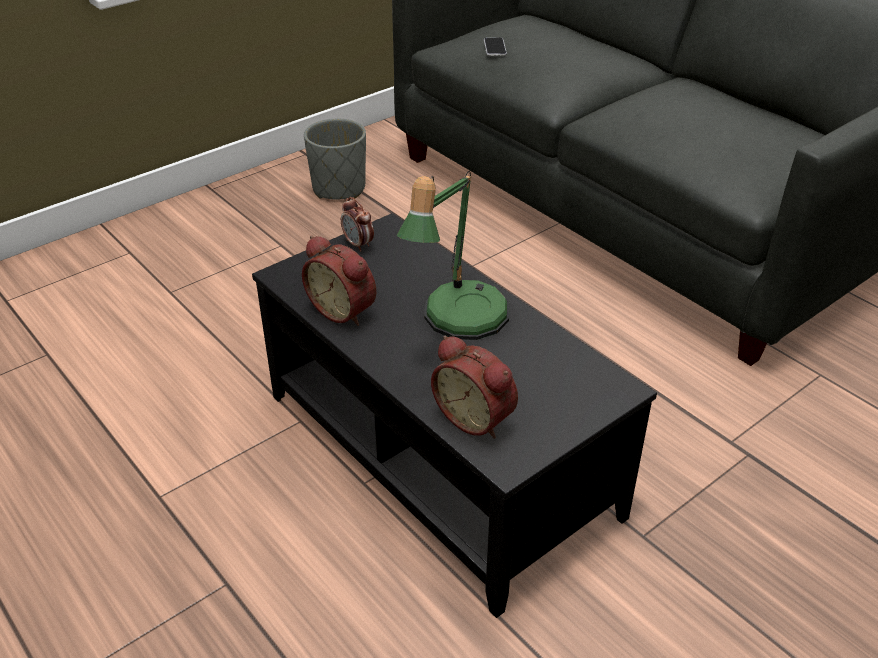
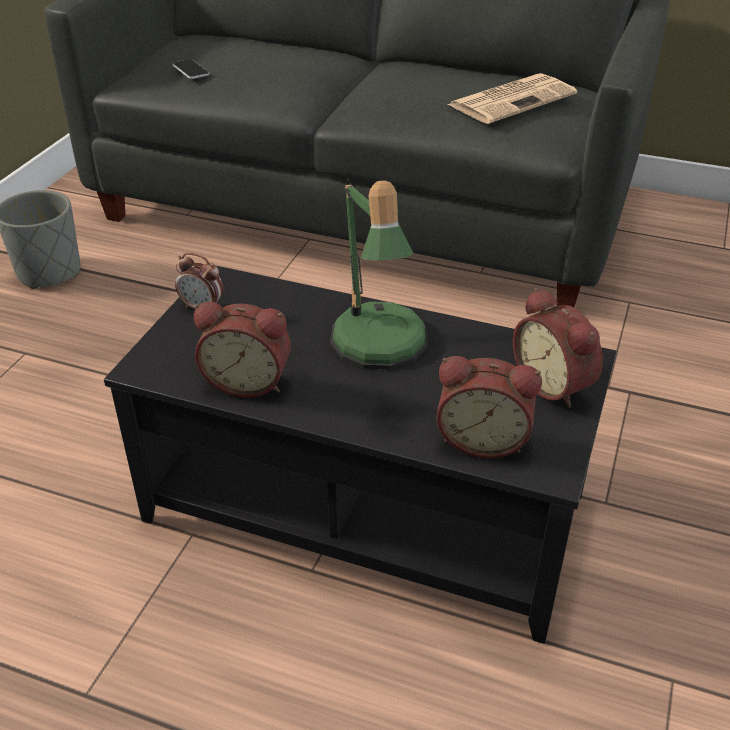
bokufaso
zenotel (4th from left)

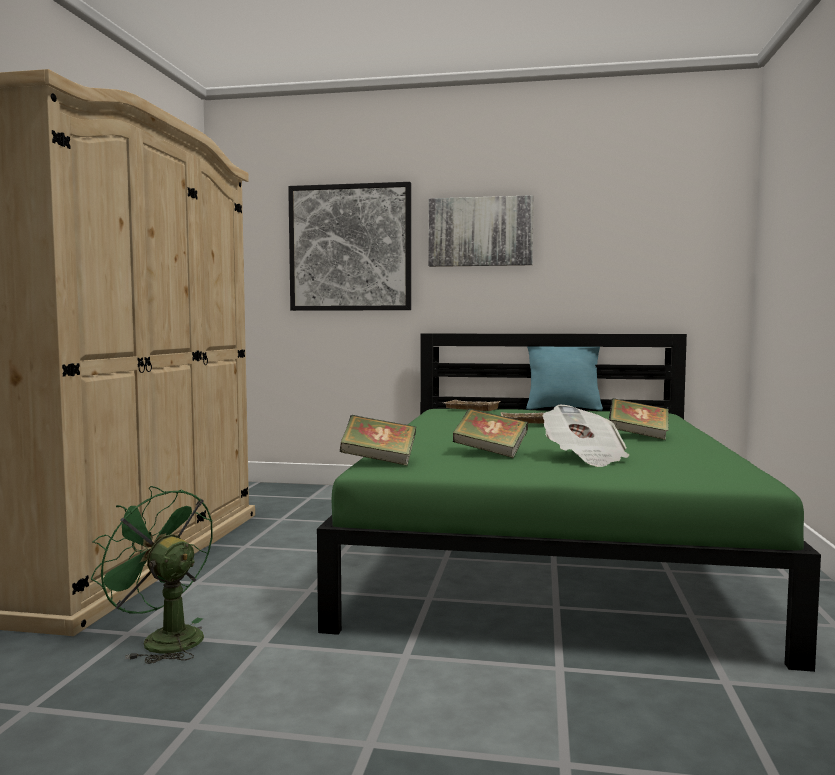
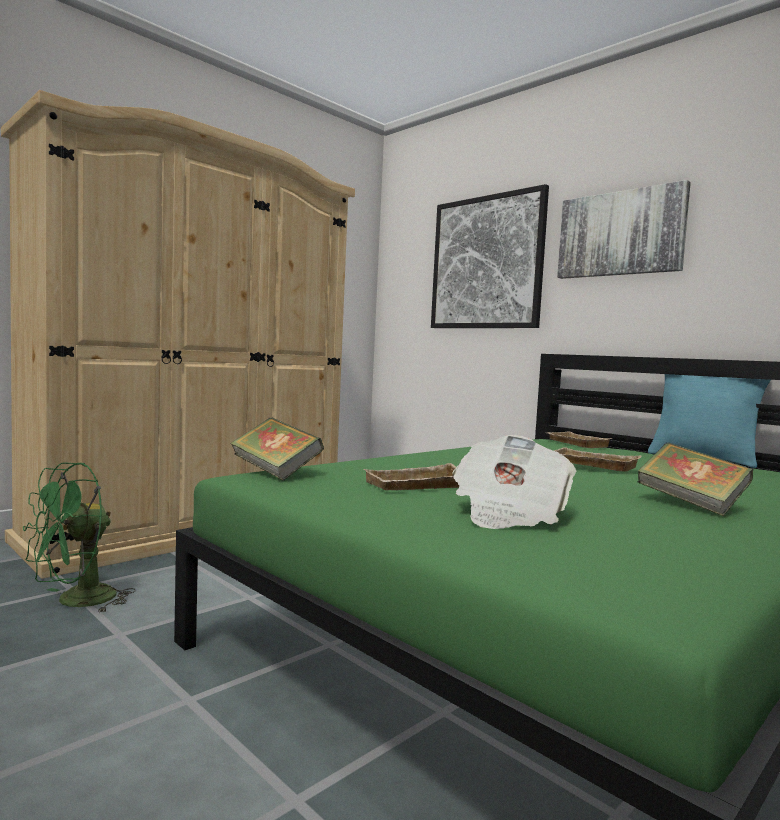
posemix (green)
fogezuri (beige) (1st from left)

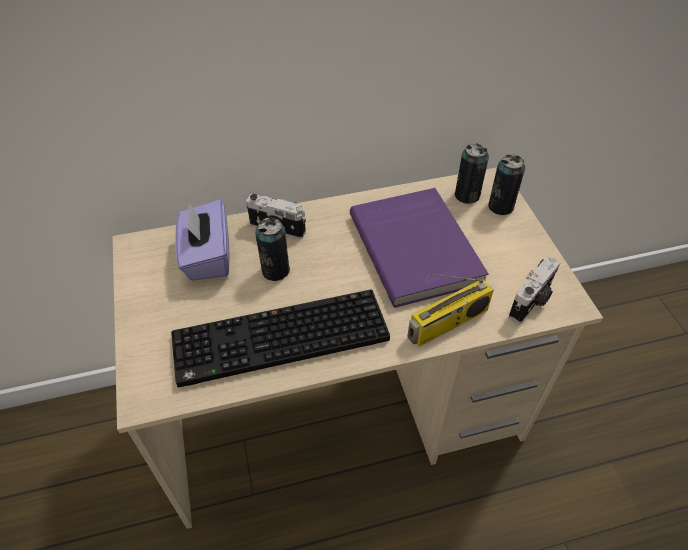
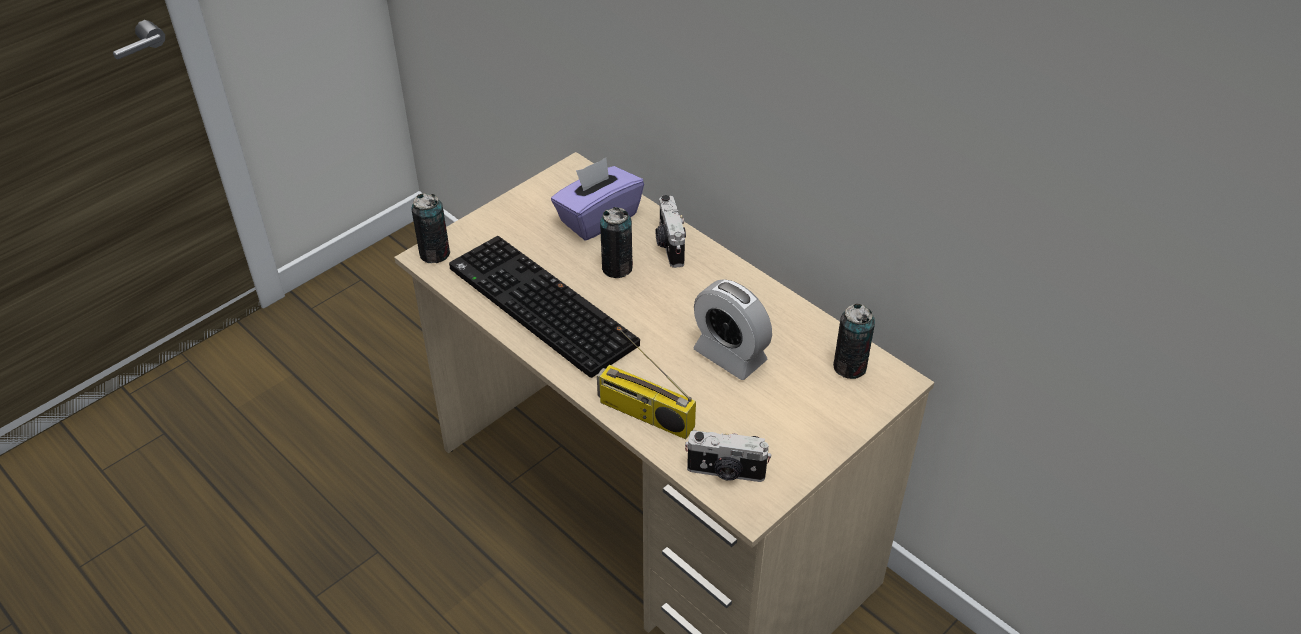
zenotel
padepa (1st from left)

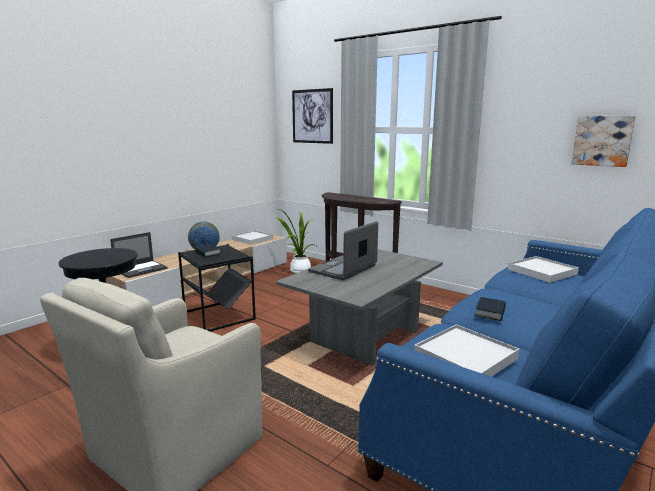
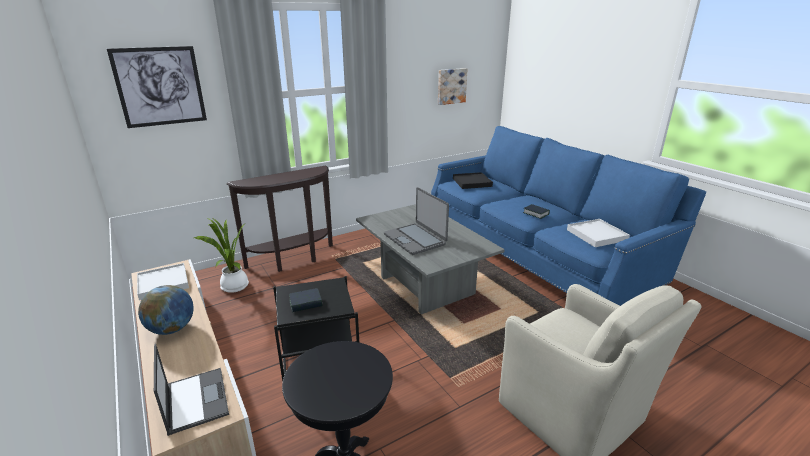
fogezuri (black)

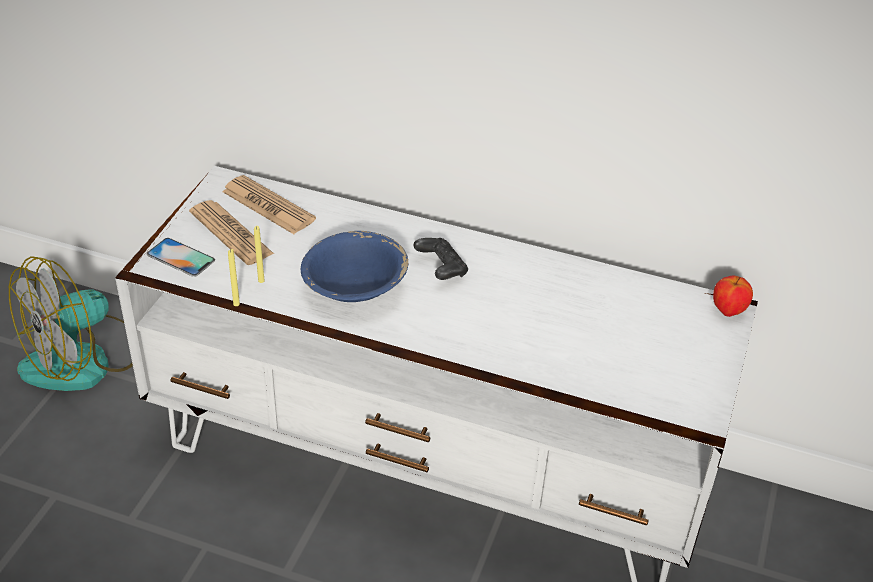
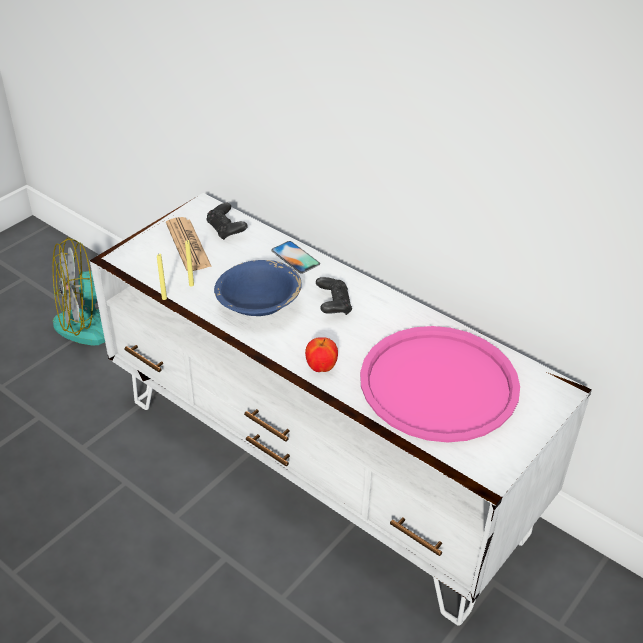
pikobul
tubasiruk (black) (1st from left)
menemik
fogezuri (pink)

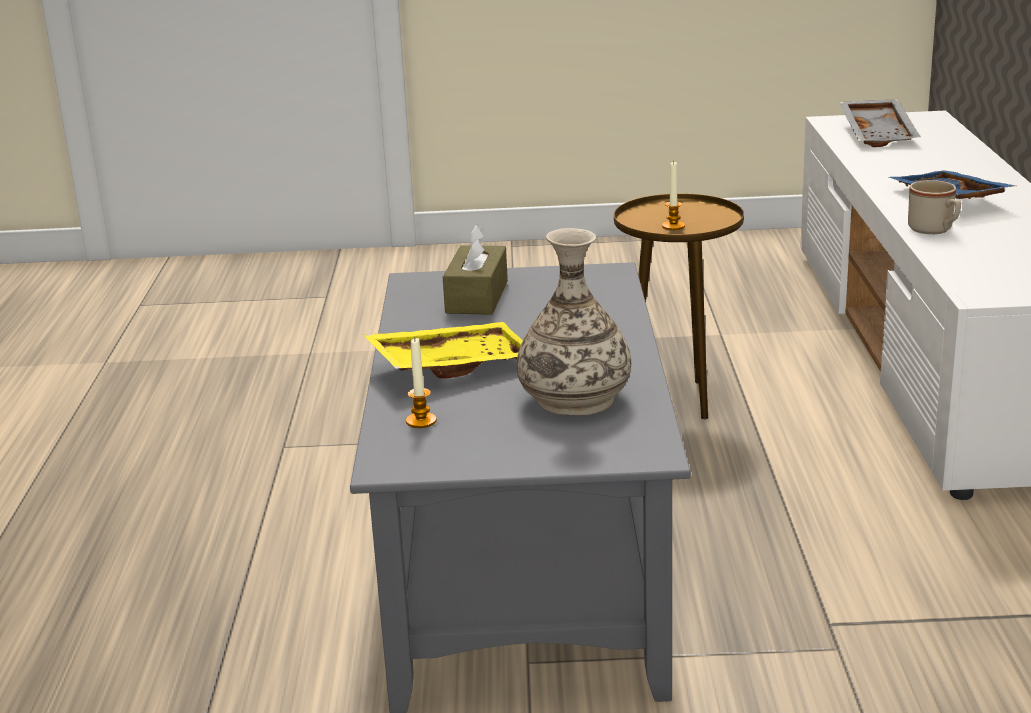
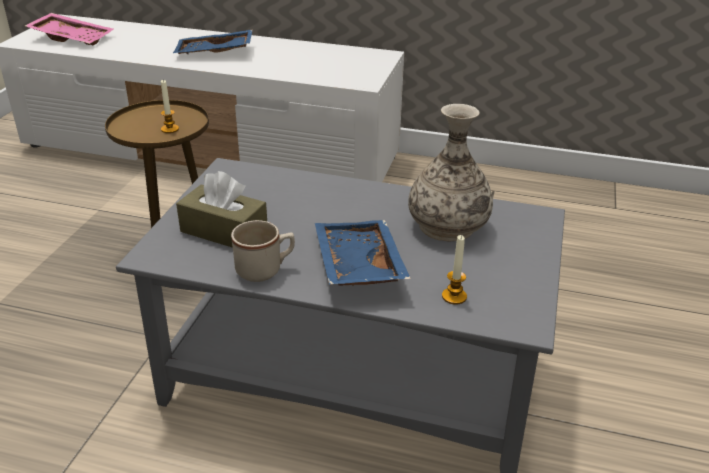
fogezuri (blue) (2nd from left)
fogezuri (pink)
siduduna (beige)

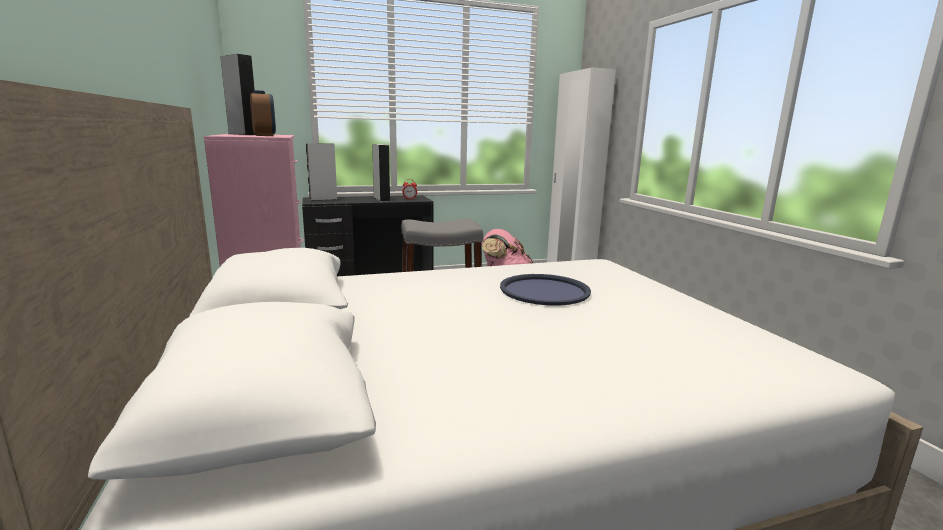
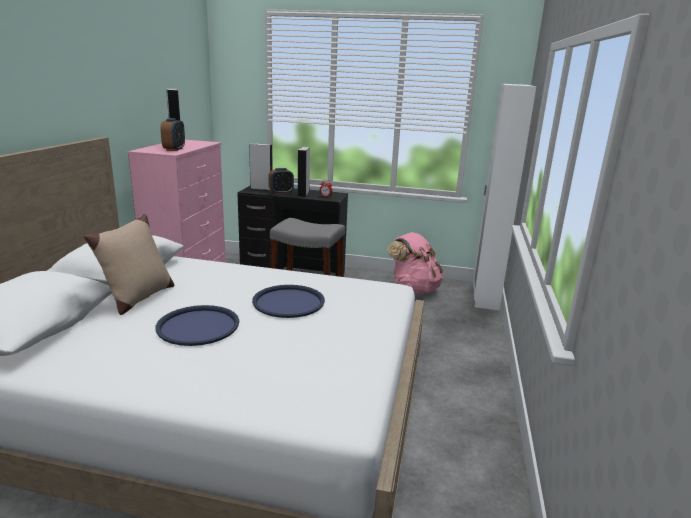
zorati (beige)
fogezuri (blue) (1st from left)
zenotel (2nd from left)

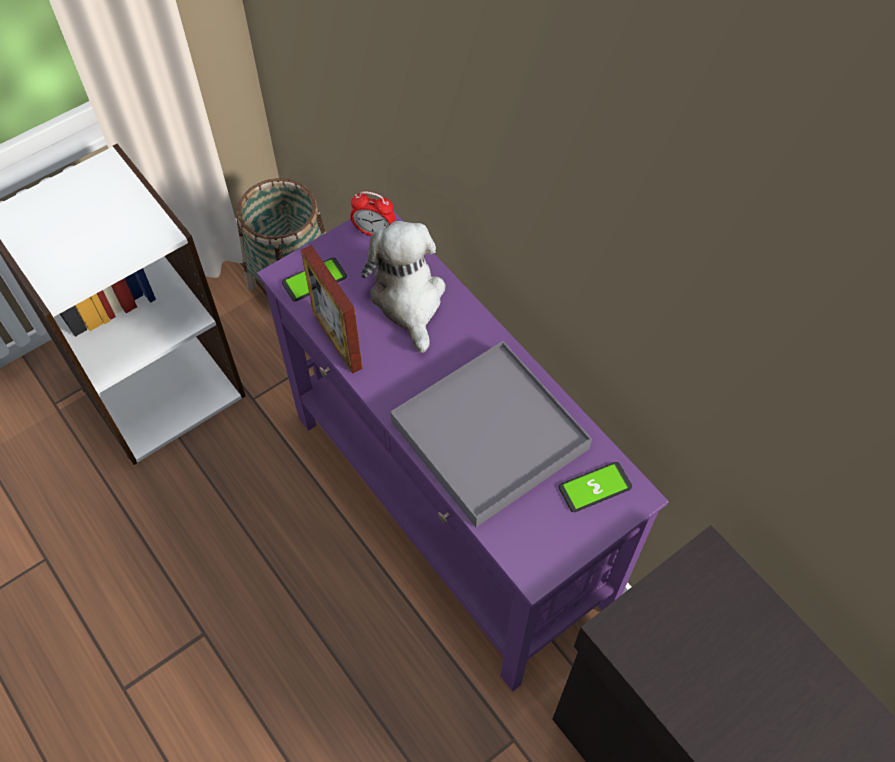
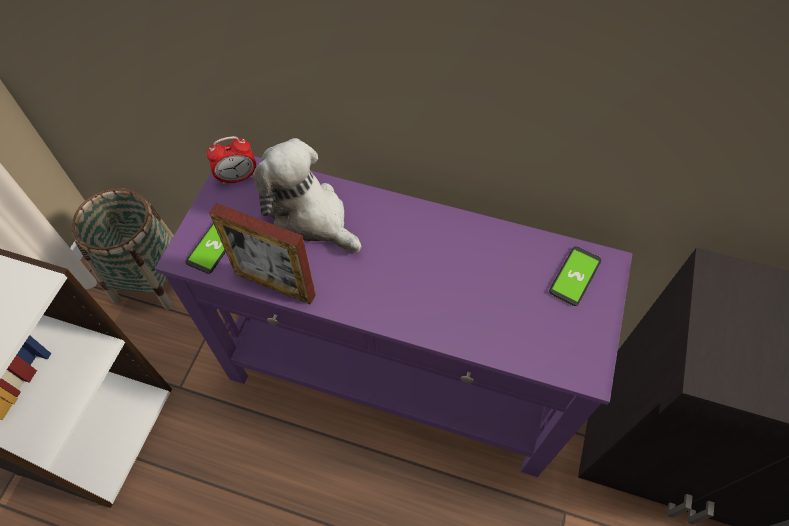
fogezuri (grey)

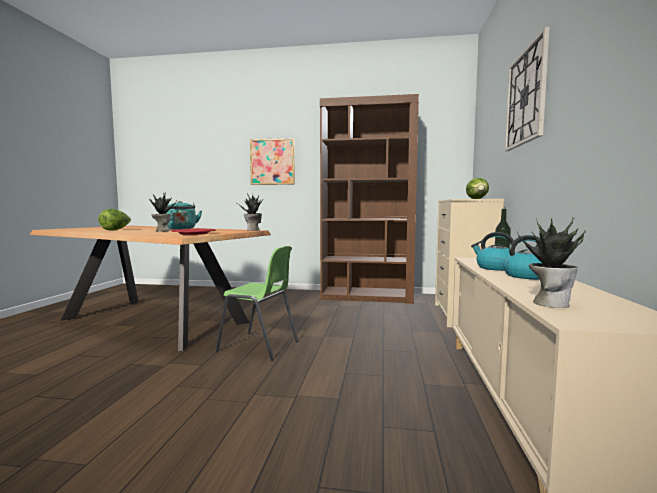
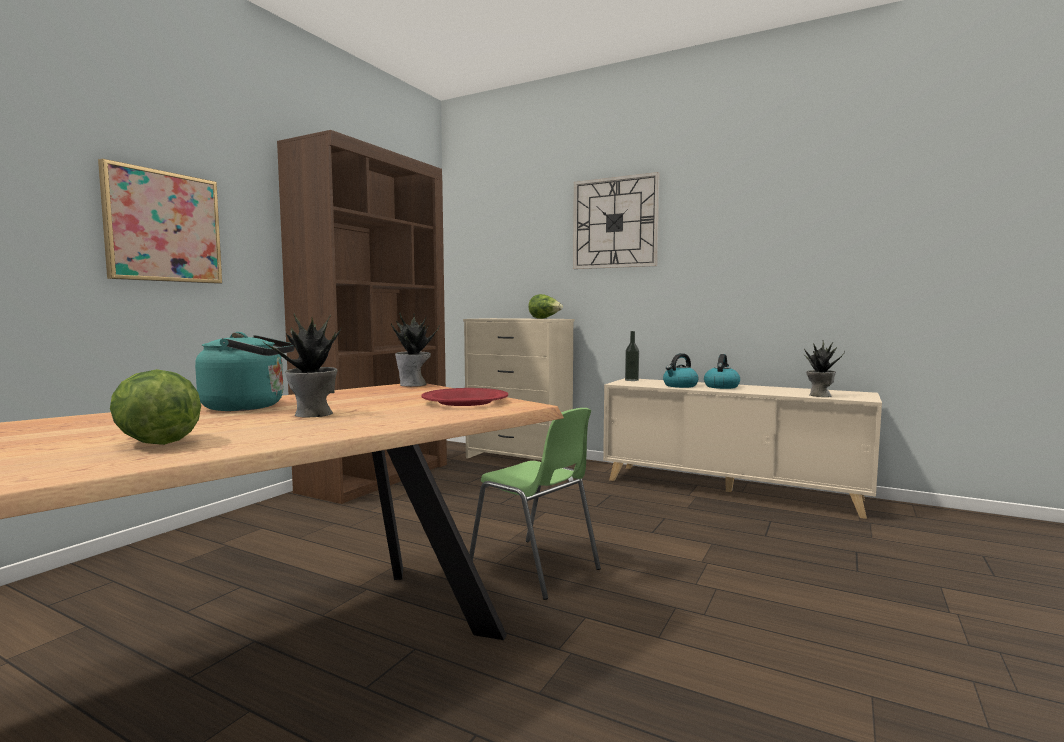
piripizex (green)

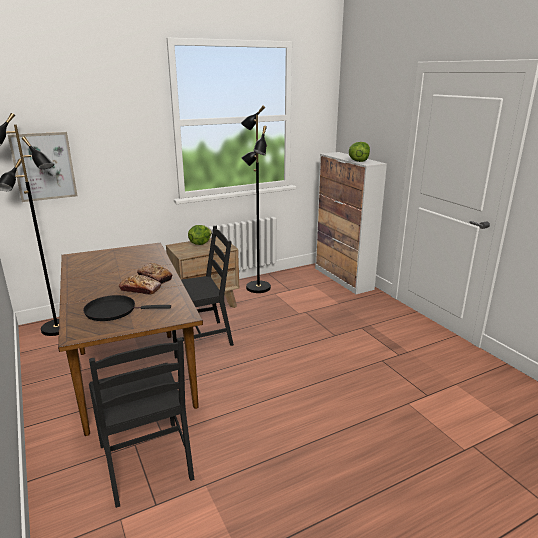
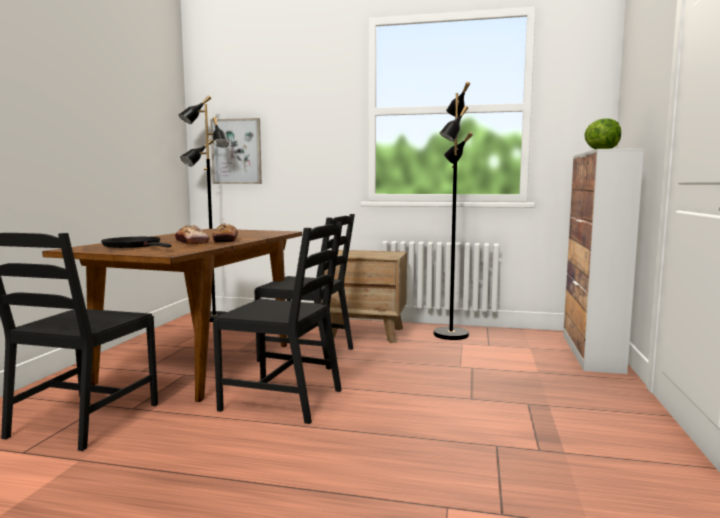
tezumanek (1st from left in the first image)
piripizex (black) (2nd from left)

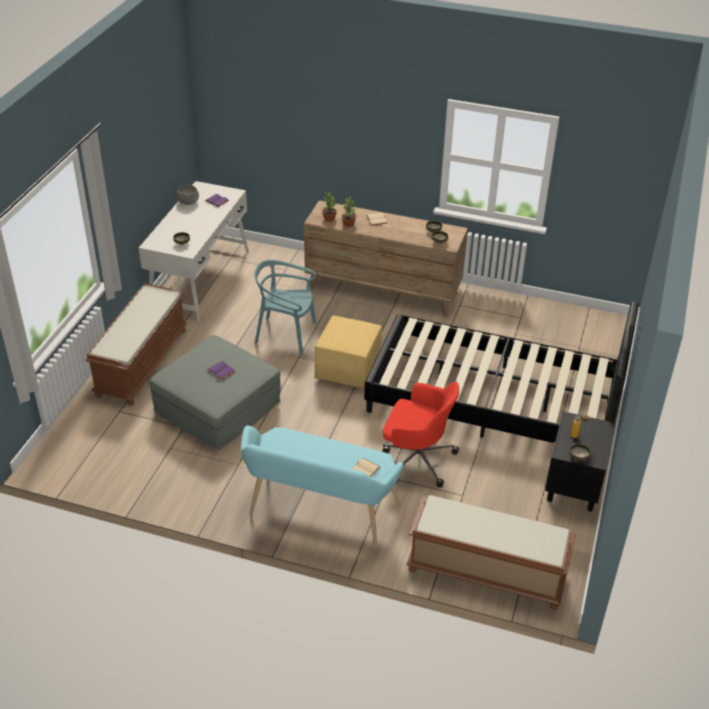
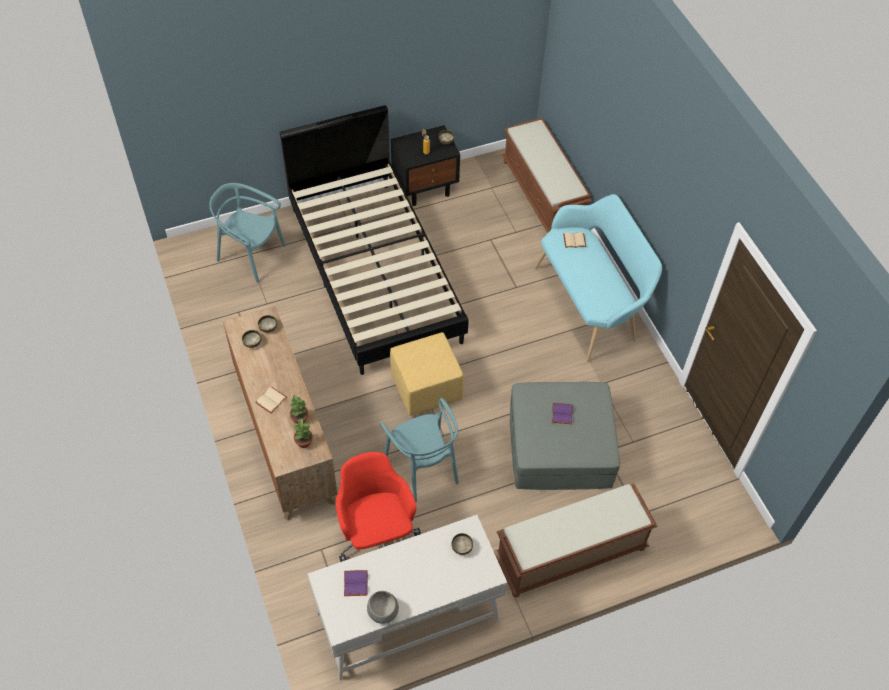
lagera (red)
piripizex (turquoise) (1st from left)

